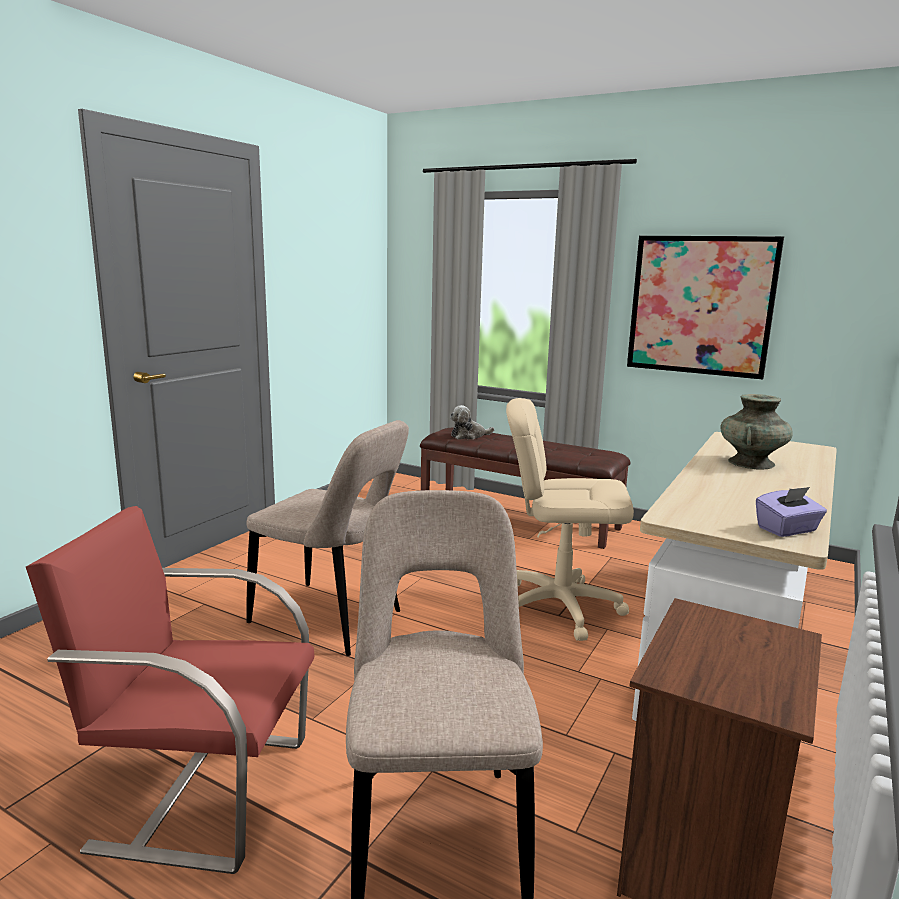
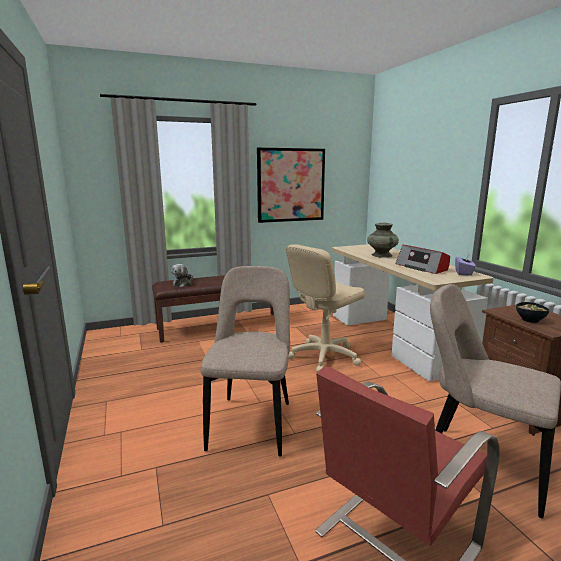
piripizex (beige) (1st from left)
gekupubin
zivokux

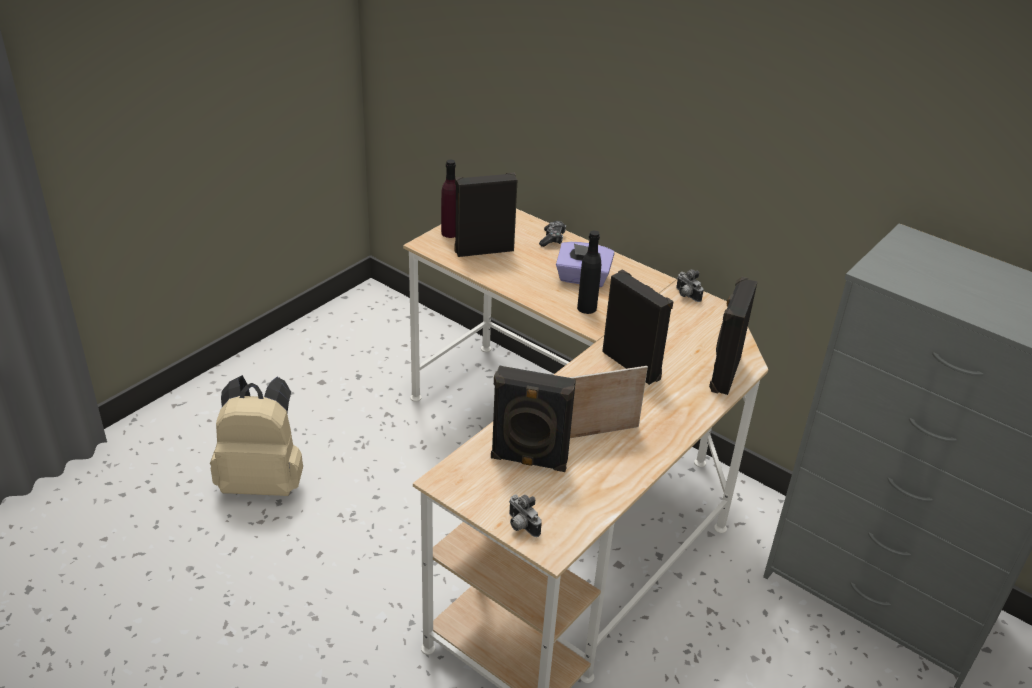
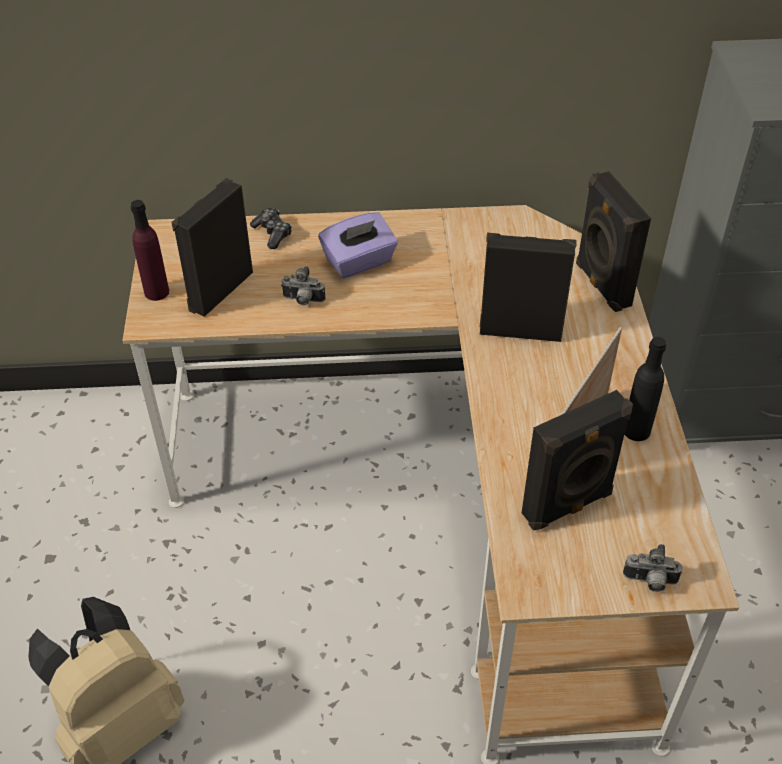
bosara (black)
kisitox (1st from left)

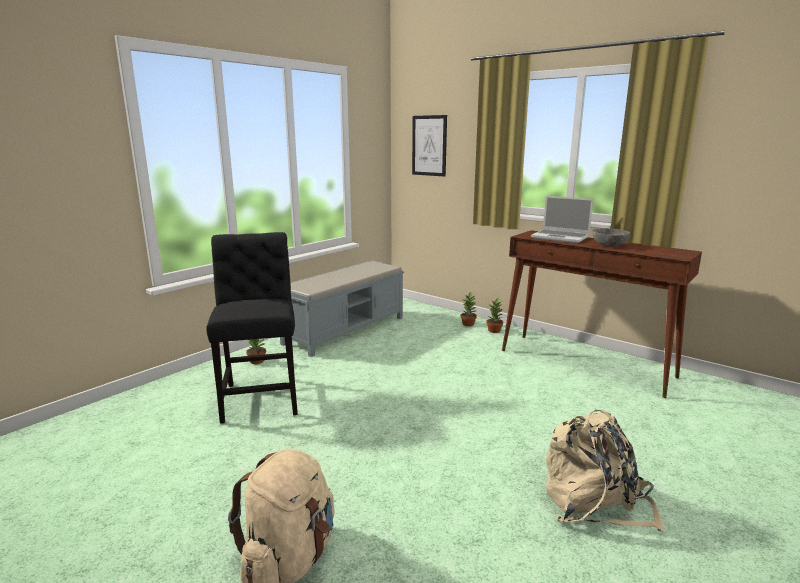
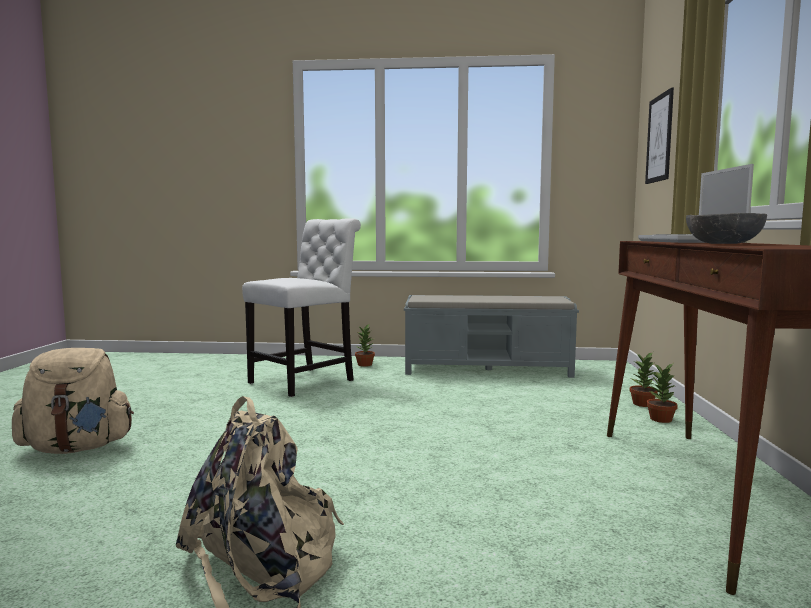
piripizex (white)

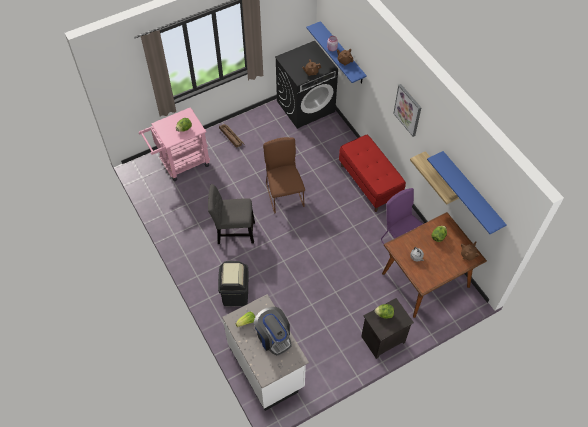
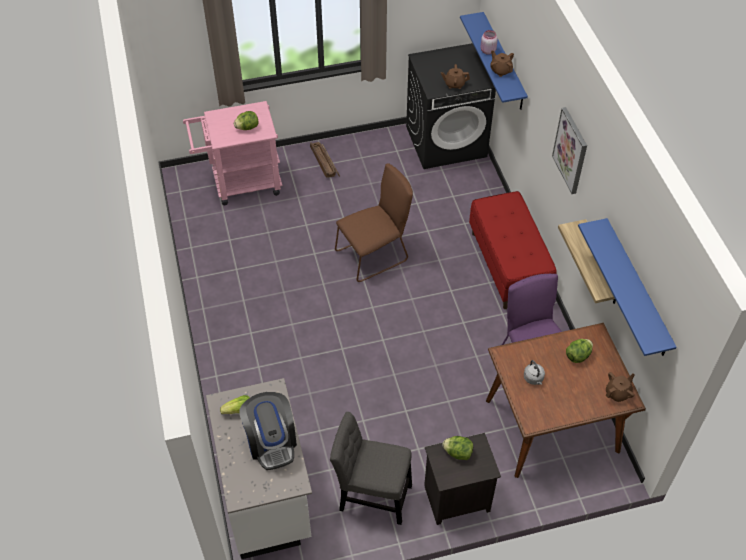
piripizex (grey)
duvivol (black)
piripizex (brown)

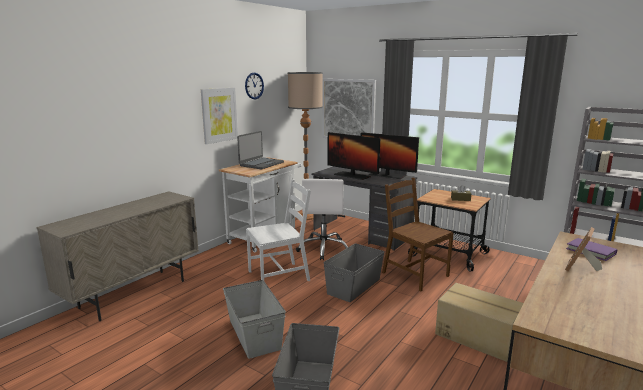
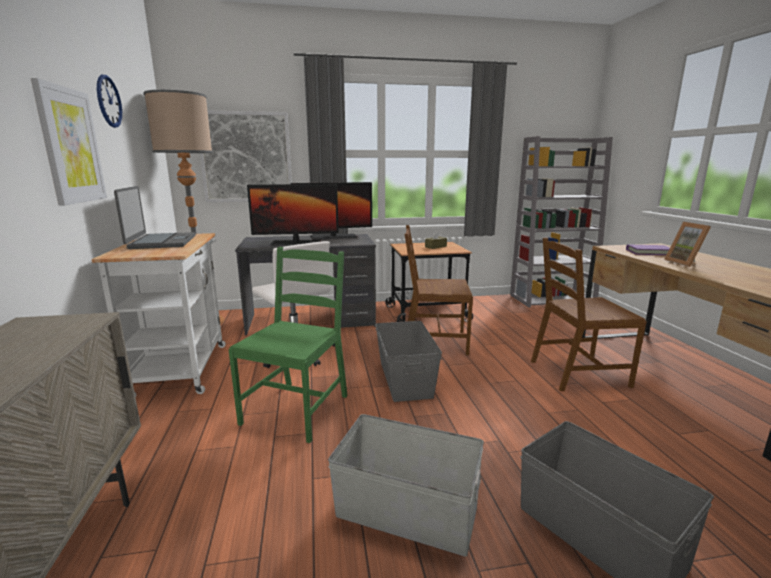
piripizex (green)
piripizex (brown) (2nd from left)

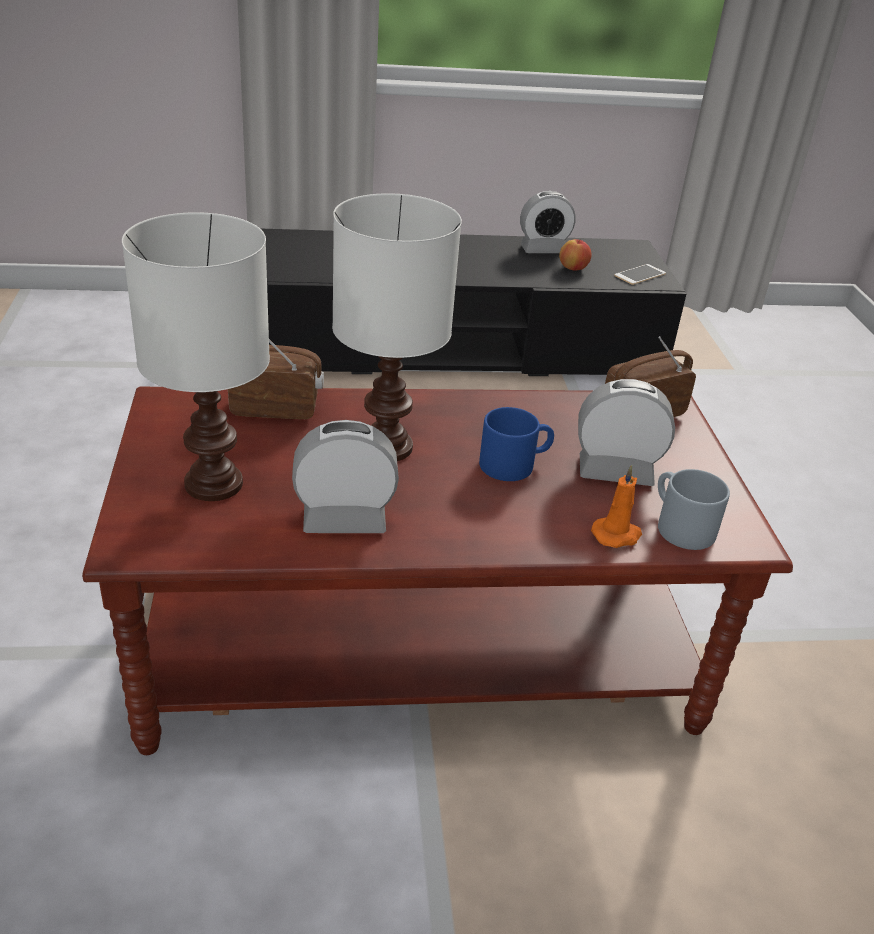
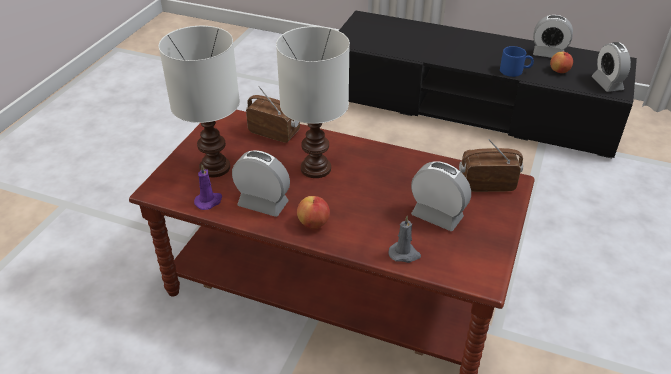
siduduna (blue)
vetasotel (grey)
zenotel (4th from left)
siduduna (grey)
vetasotel (purple)
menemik (1st from left)

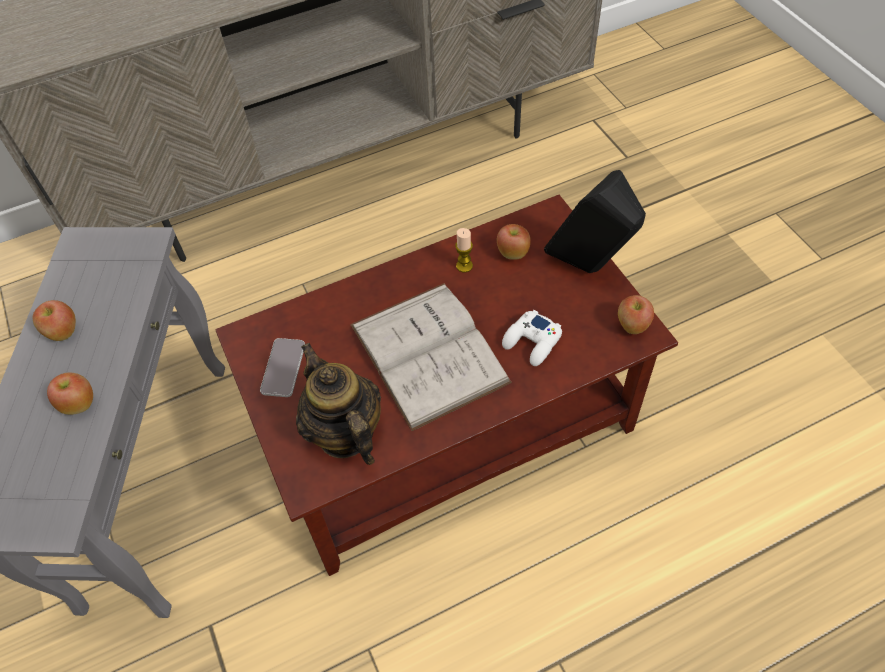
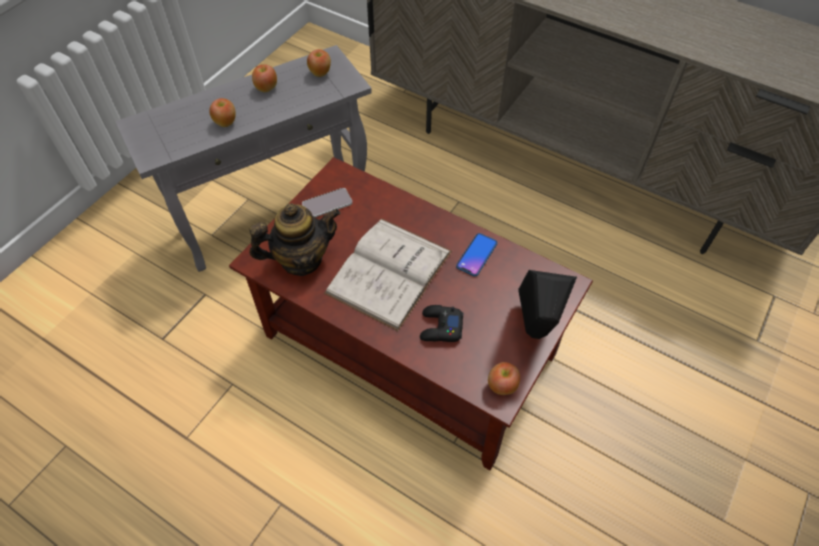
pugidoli
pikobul (2nd from left)
menemik (3rd from left)
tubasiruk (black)

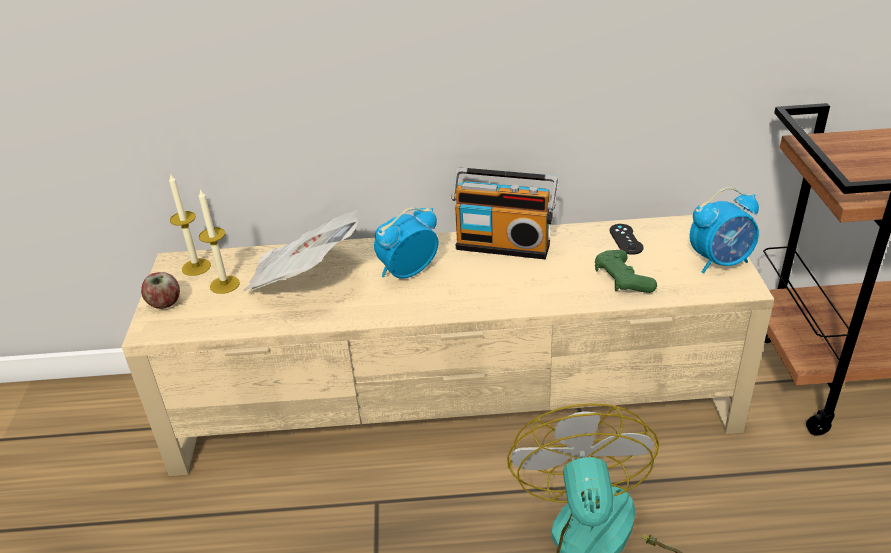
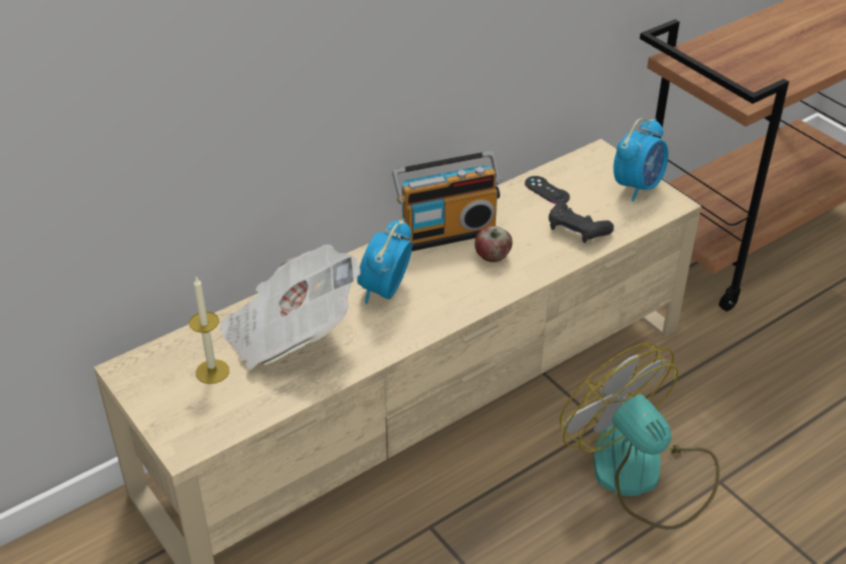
menemik
vetasotel (1st from left in the first image)
tubasiruk (black) (2nd from left)

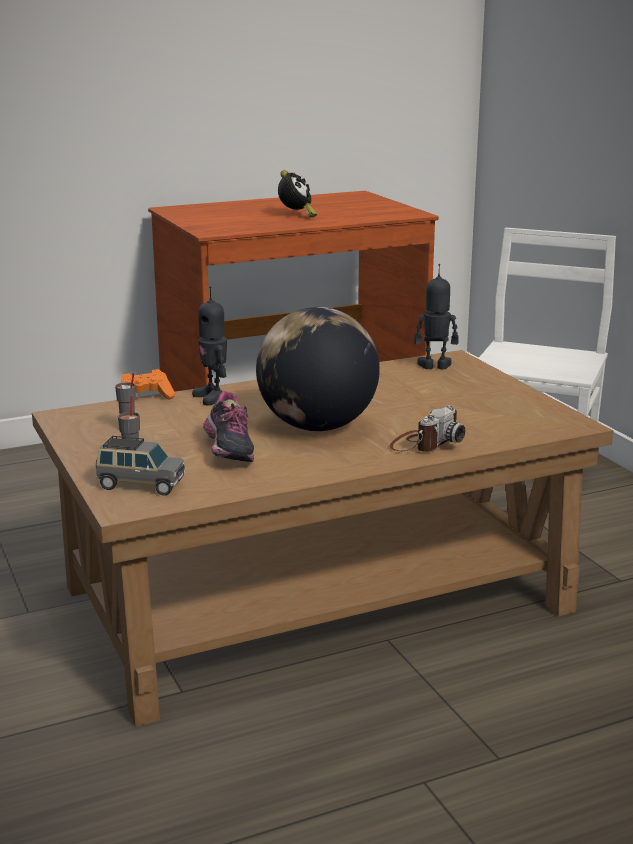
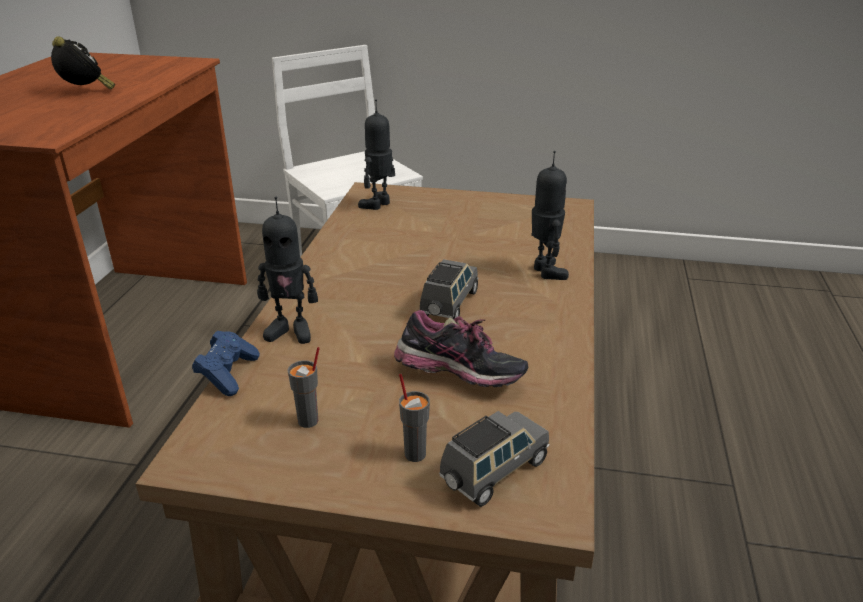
tubasiruk (blue)
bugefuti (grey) (1st from left)
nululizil (3rd from left)

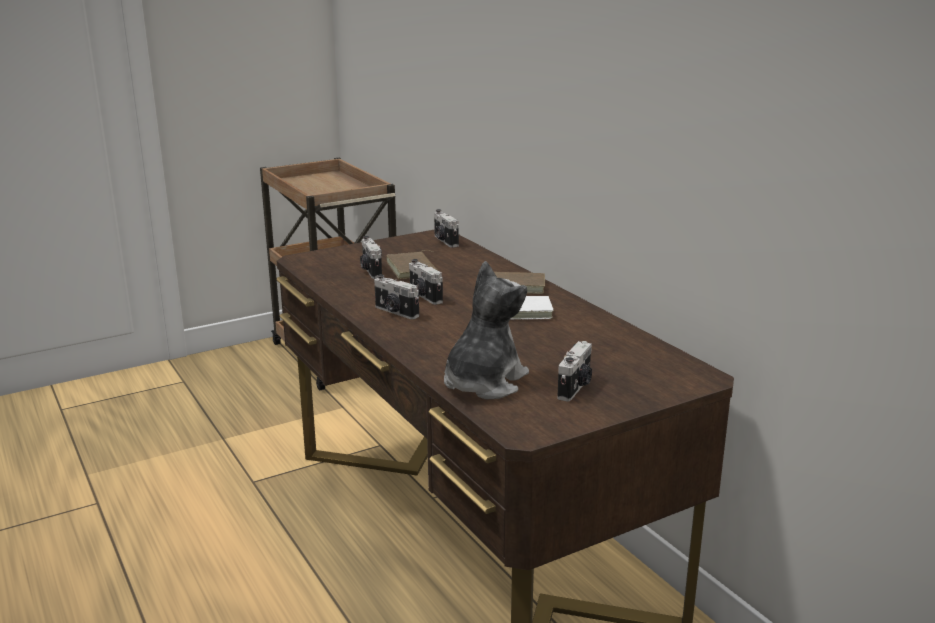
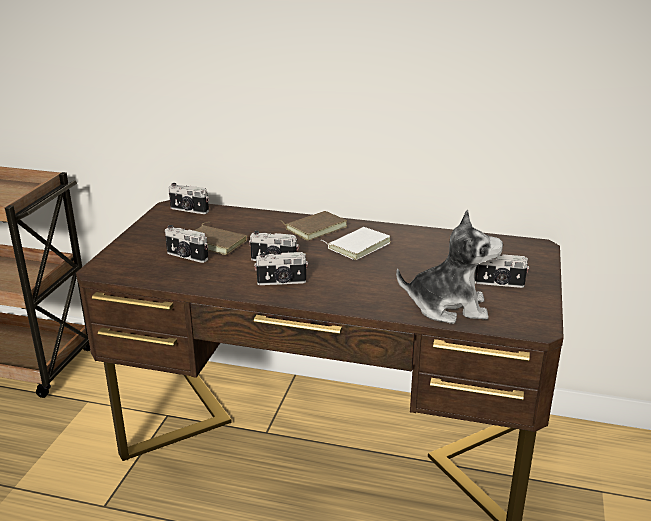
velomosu
kisitox (5th from left)

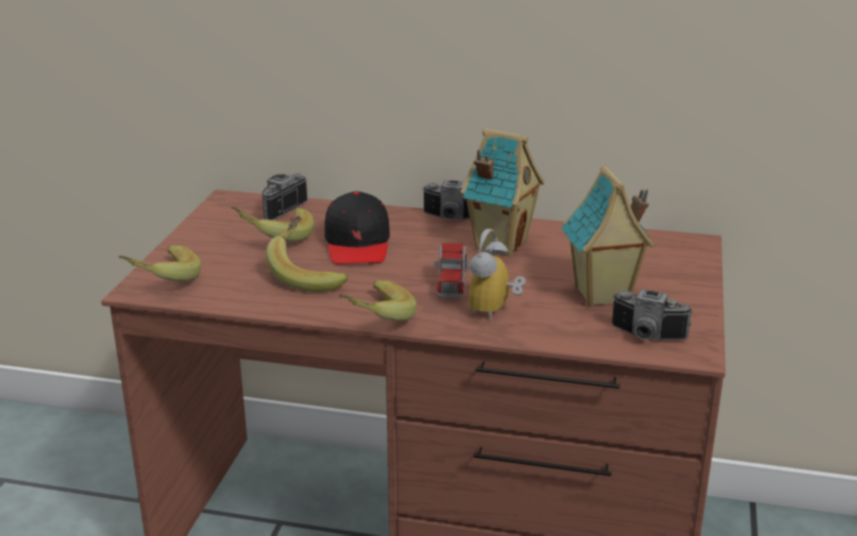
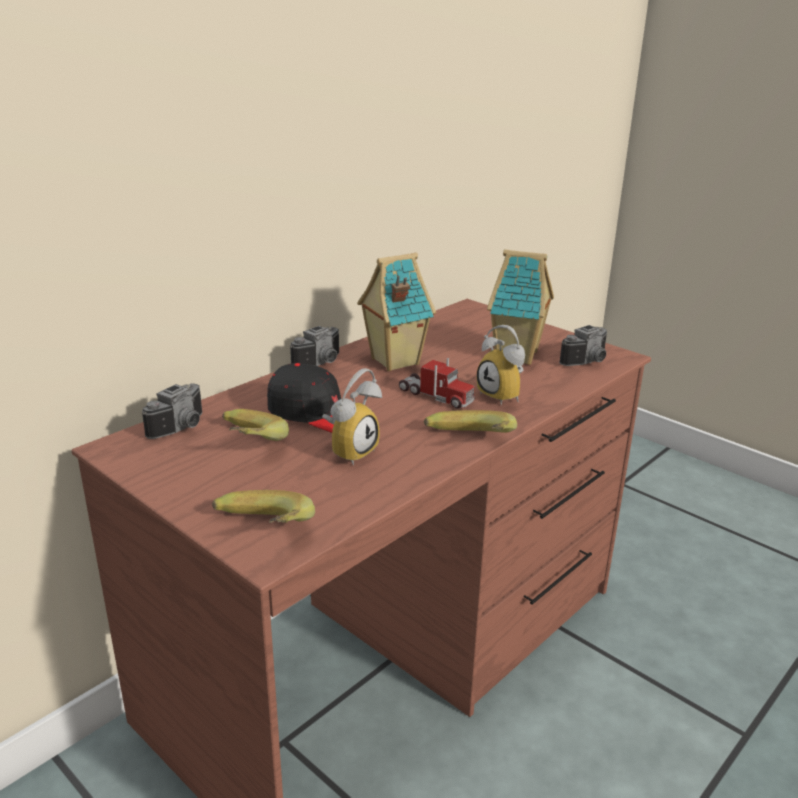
kisitox (1st from left)
zenotel (1st from left)

